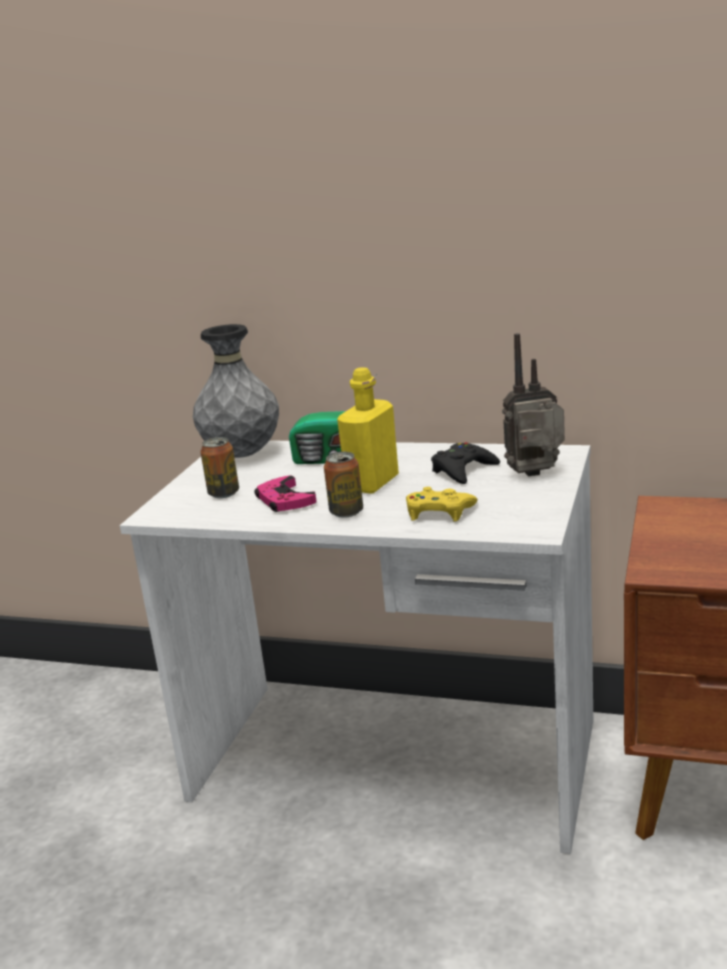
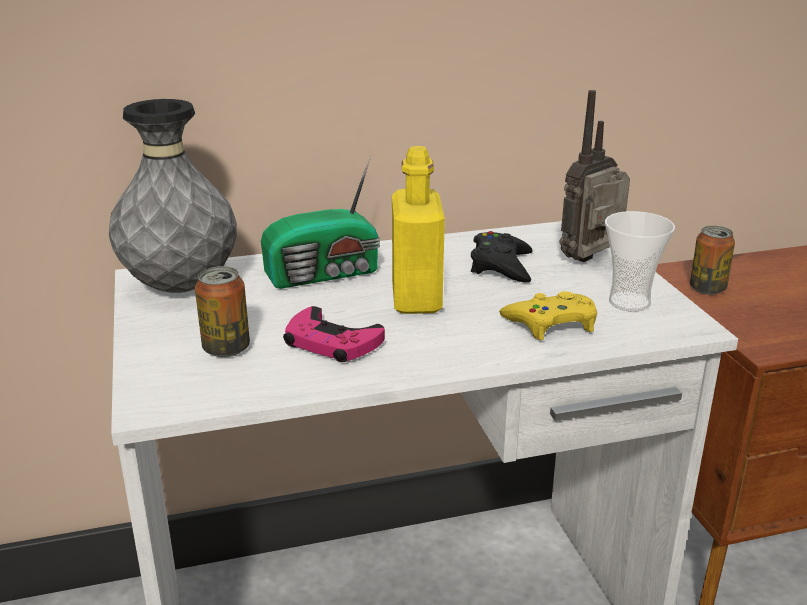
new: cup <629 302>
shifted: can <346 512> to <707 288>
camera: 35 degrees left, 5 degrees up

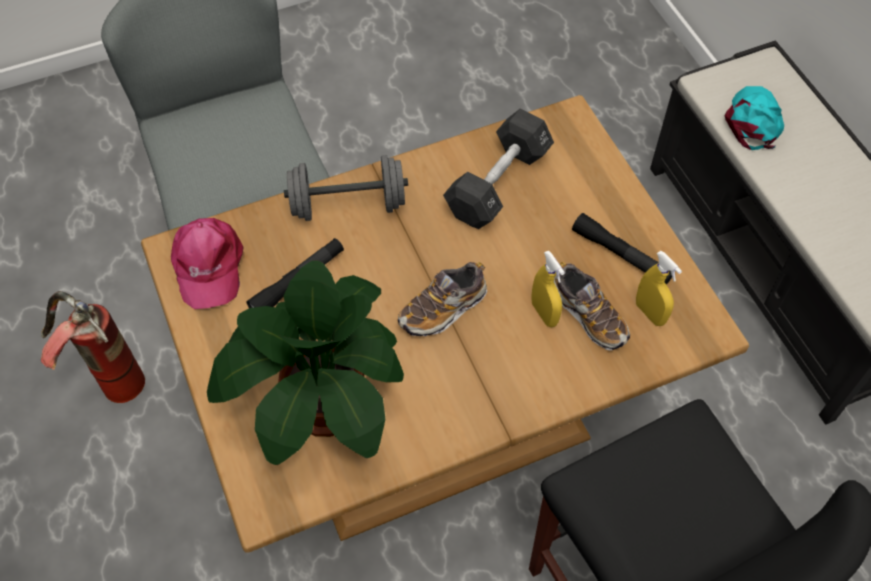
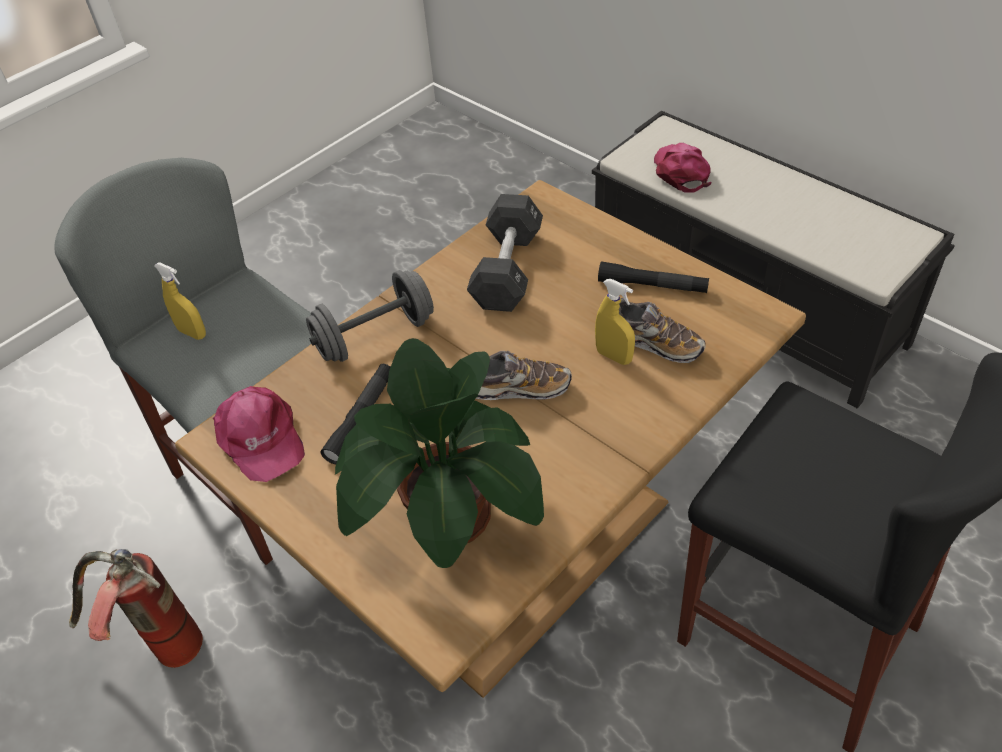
shifted: spray bottle (yellow) <650 313> to <192 333>
repainted: cap (turquoise) <754 121> to cap (pink) <681 171>
rotated: shoe <443 309> = <518 388> 120 degrees counterclockwise
camera: 20 degrees left, 10 degrees down

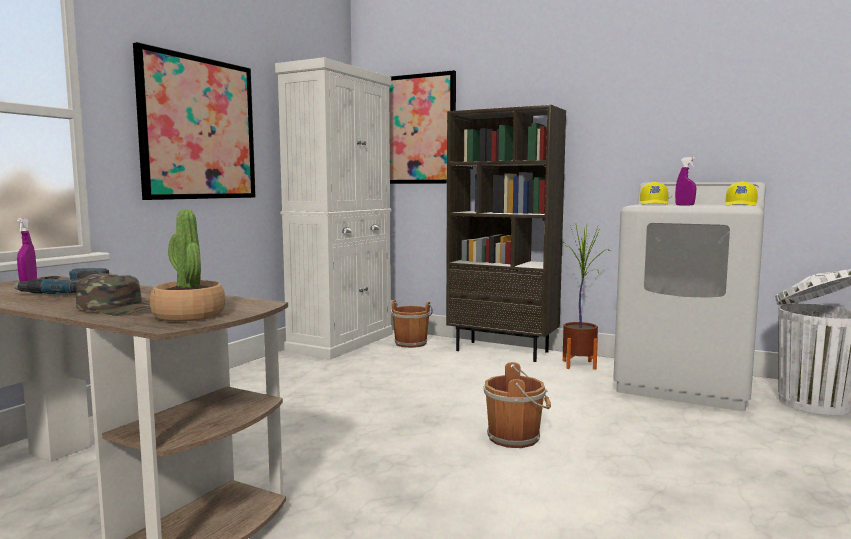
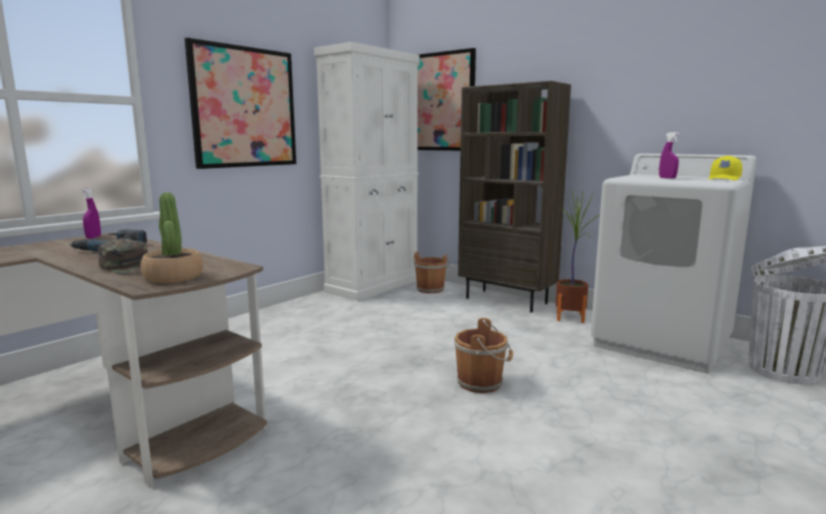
gone: cap (yellow) <654 204>
camera: 10 degrees right, 5 degrees up

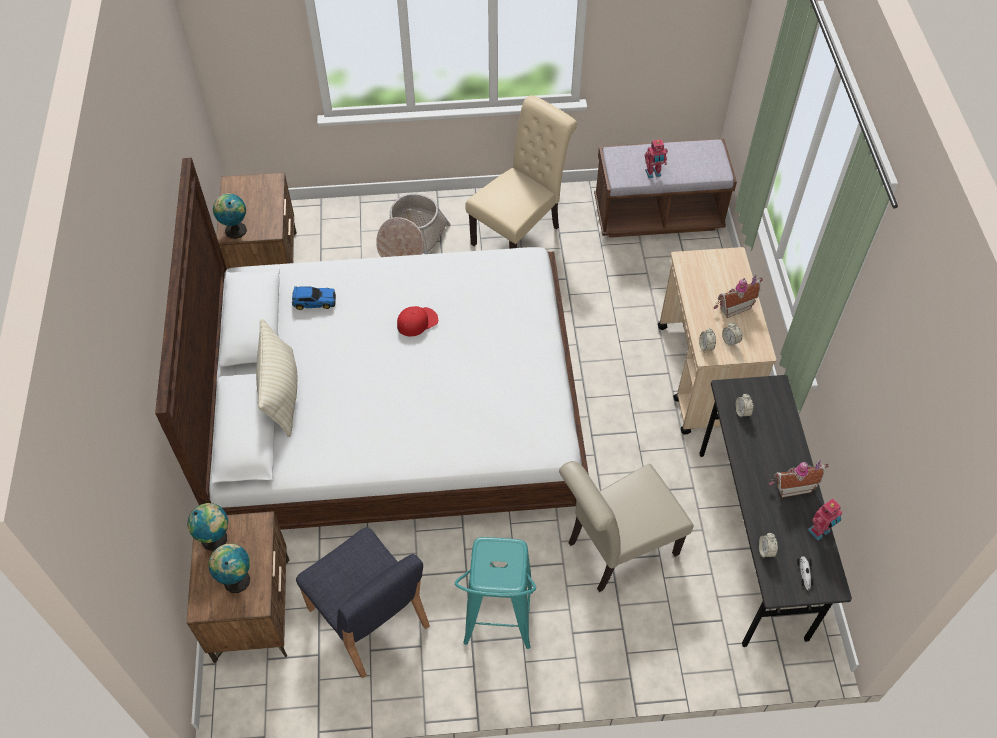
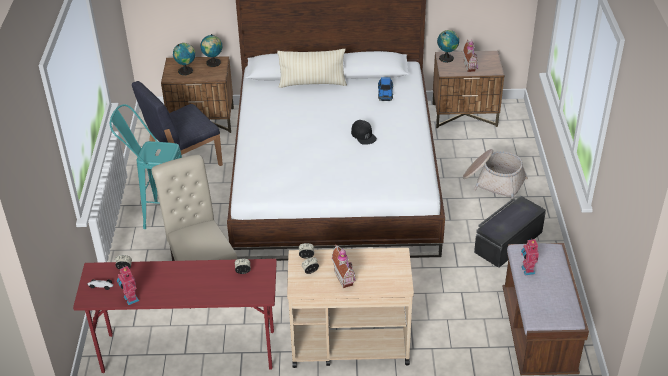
shifted: toy house <792 486> to <471 66>
swapped: chair (beige) <520 233> to storage box (black) <507 242>
repainted: cap (red) <417 322> to cap (black) <363 135>; desk (grey) <752 543> to desk (red) <188 352>
camera: 95 degrees right, 15 degrees down

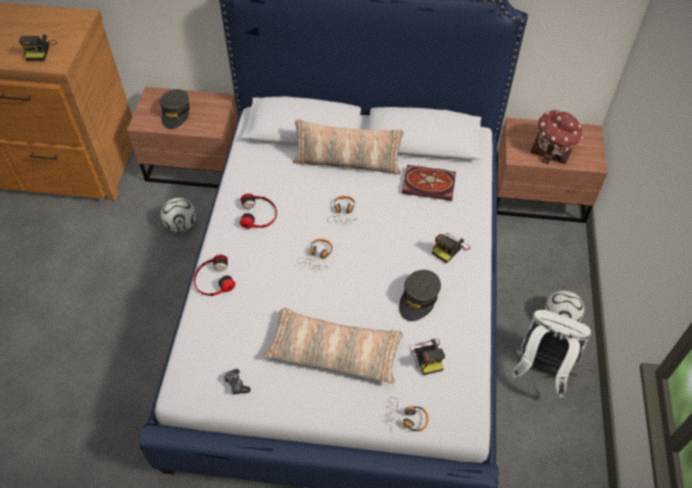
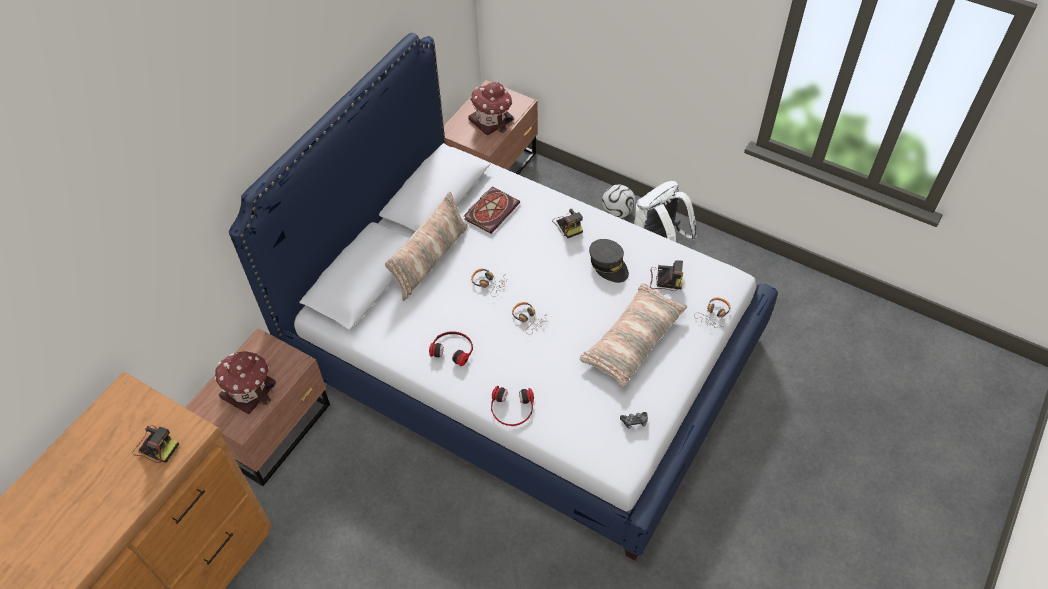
gone: football <181 225>
swapped: cap (grey) <176 113> to toy house <249 390>
camera: 65 degrees left, 0 degrees up

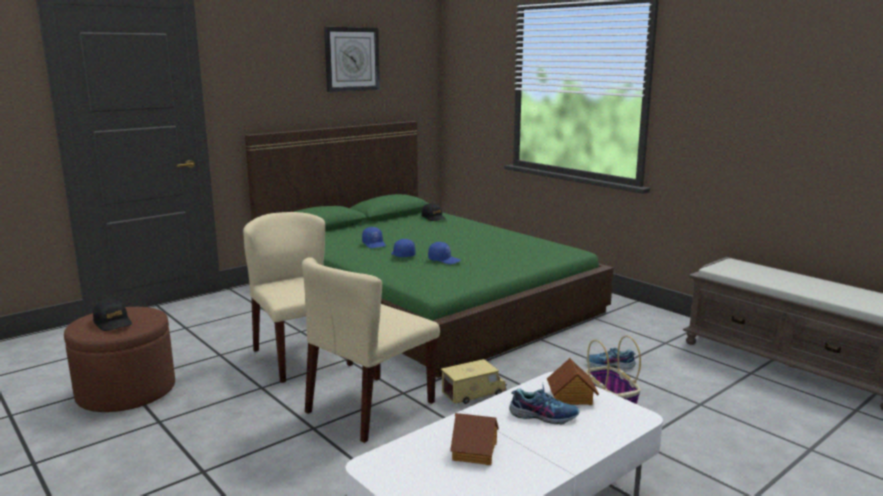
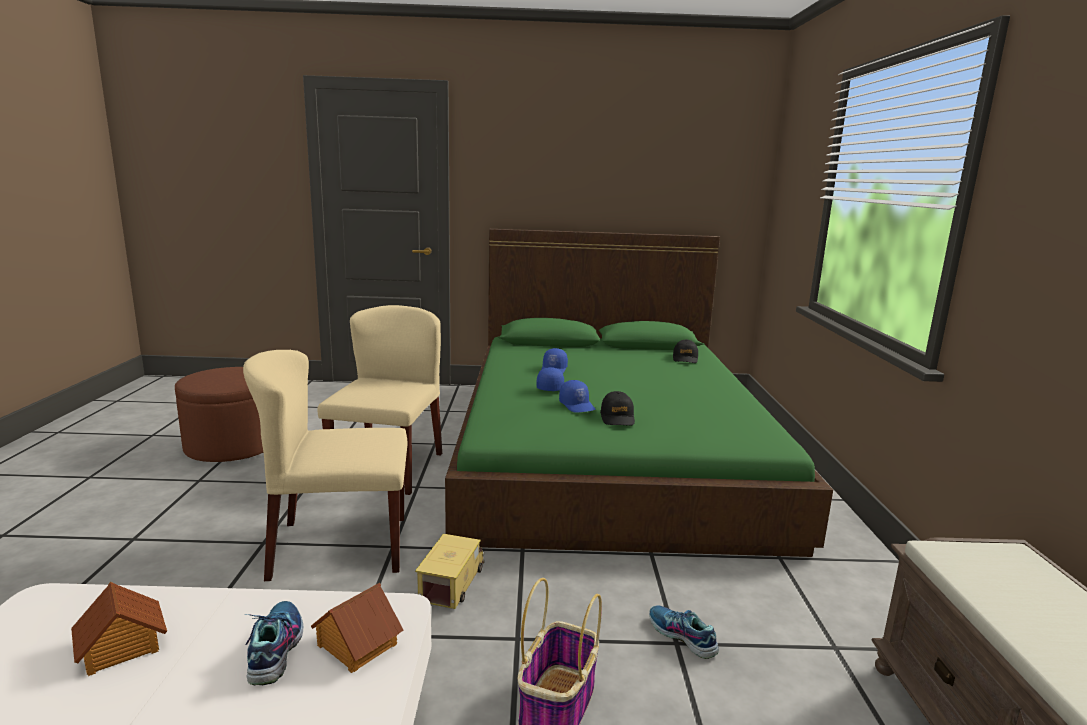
gone: wall clock <351 59>
shifted: cap (black) <113 322> to <617 417>
rotated: toy truck <473 393> = <451 584> 90 degrees counterclockwise; shoe <543 415> = <274 649> 150 degrees counterclockwise
camera: 40 degrees right, 0 degrees up

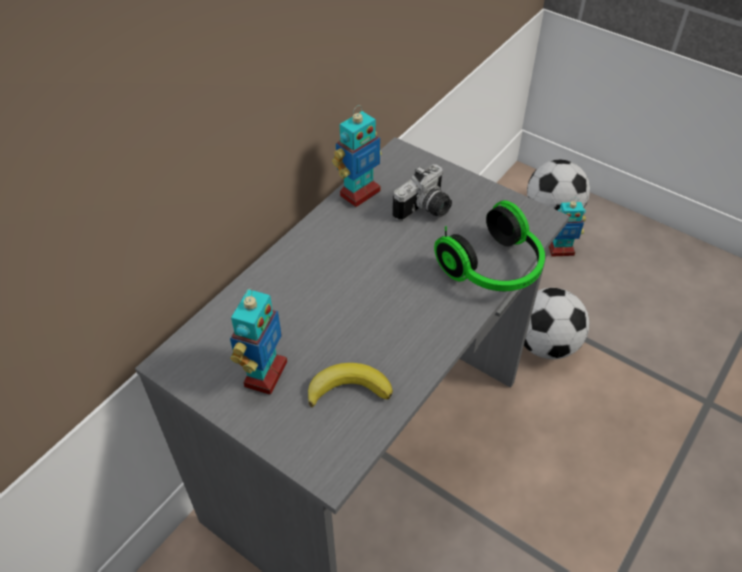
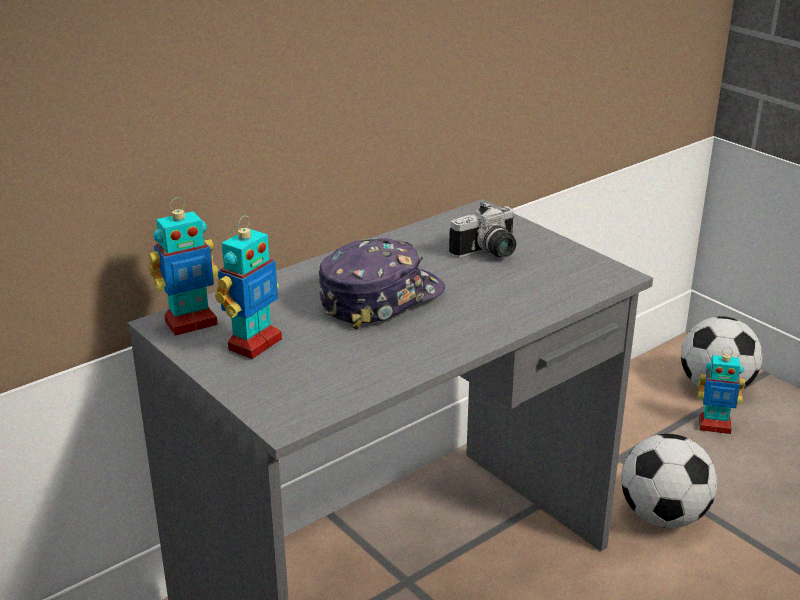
gone: headphones <494 269>; banana <348 388>
new: cap <380 298>
shifted: toy robot <359 193> to <190 323>
camera: 15 degrees right, 20 degrees down

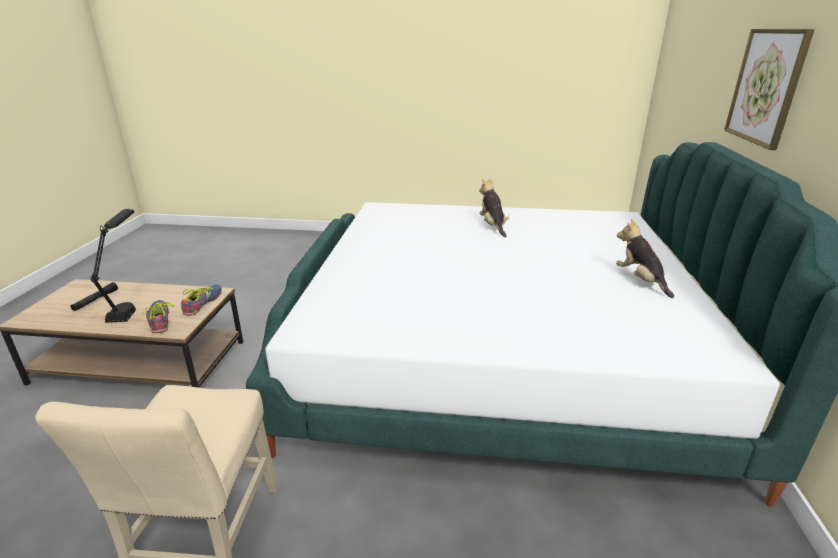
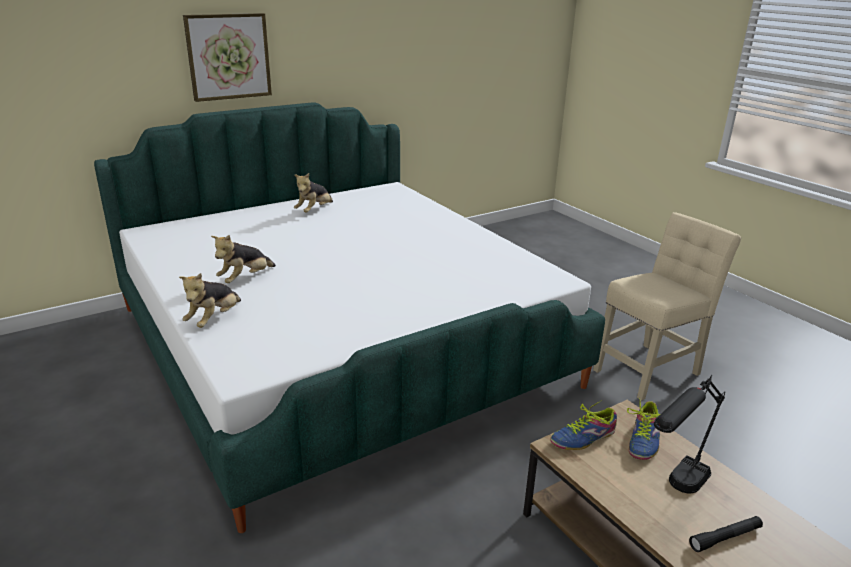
new: plush toy <214 319>
camera: 130 degrees left, 0 degrees up

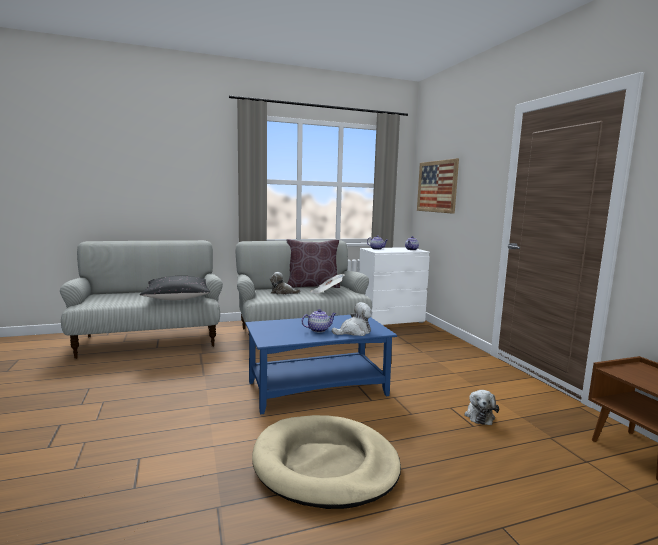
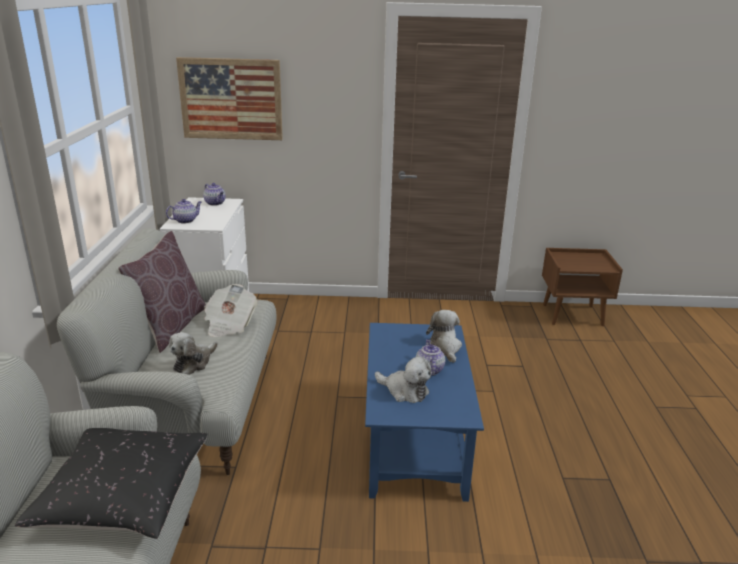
gone: dog bed (beige) <325 465>
shifted: plush toy <479 415> to <404 391>
camera: 70 degrees left, 15 degrees up

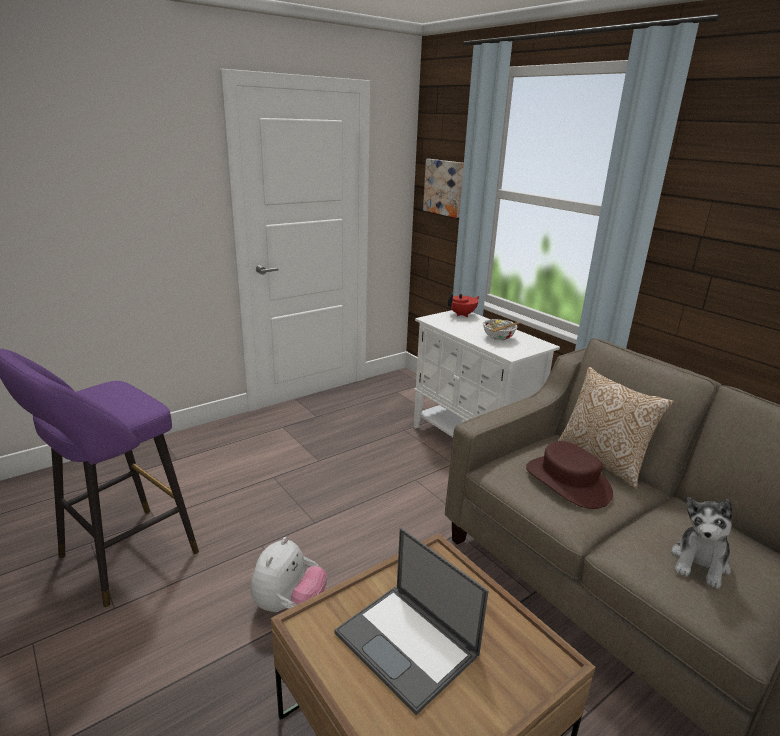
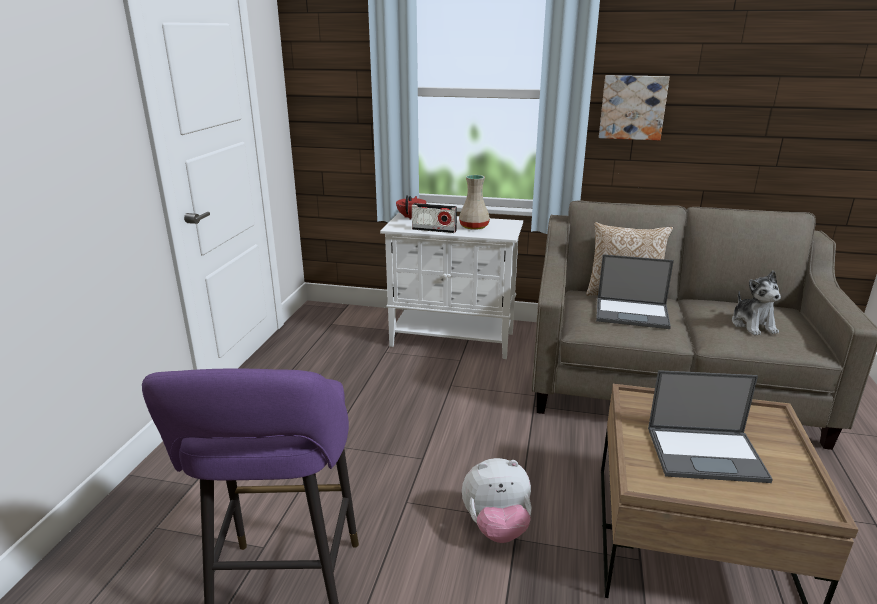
new: radio <434 230>
shifted: picture <445 187> to <632 107>
swapped: bowl <498 338> to vase (beige) <474 226>; hat (brown) <568 481> to laptop <633 313>
rotated: plush toy <289 604> = <496 527> 105 degrees clockwise
camera: 40 degrees left, 0 degrees up

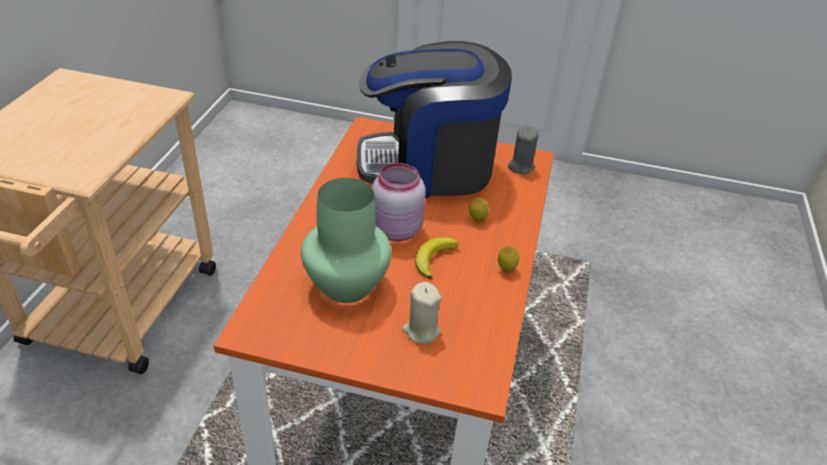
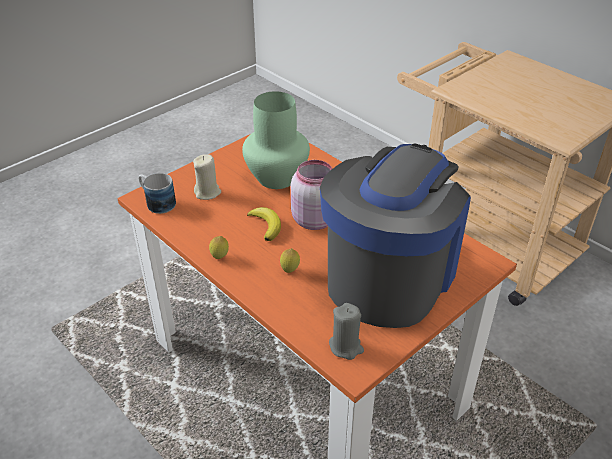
new: mug <156 202>
camera: 125 degrees right, 0 degrees up

